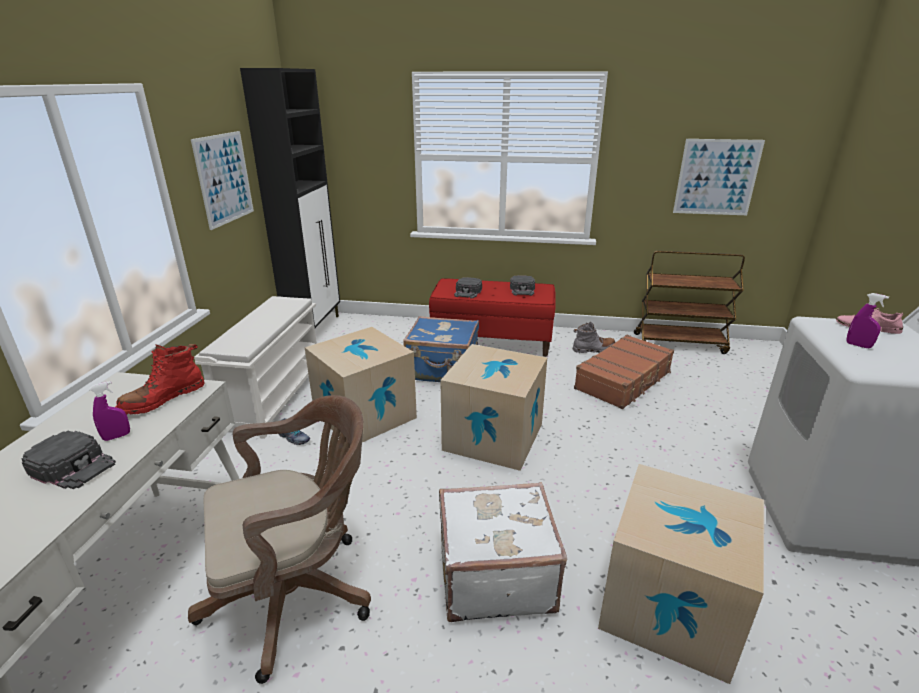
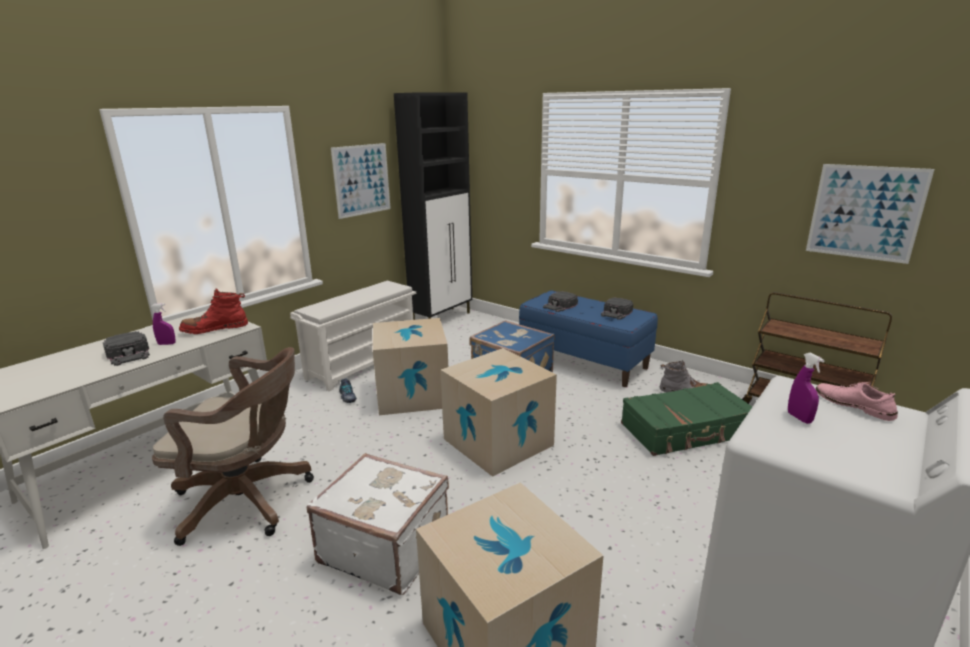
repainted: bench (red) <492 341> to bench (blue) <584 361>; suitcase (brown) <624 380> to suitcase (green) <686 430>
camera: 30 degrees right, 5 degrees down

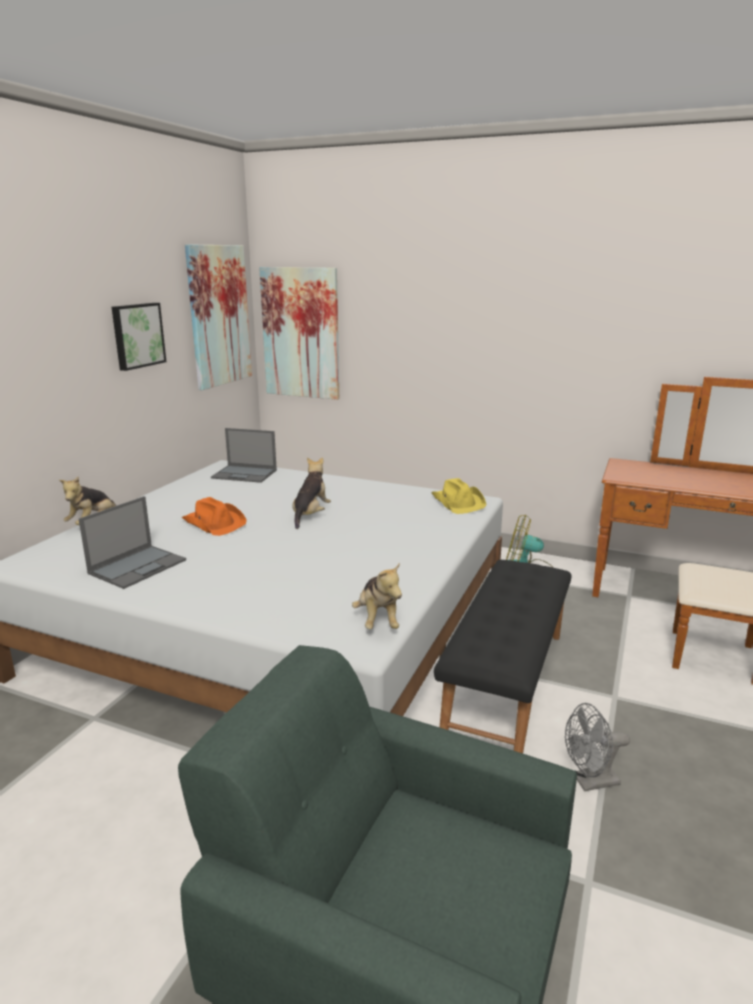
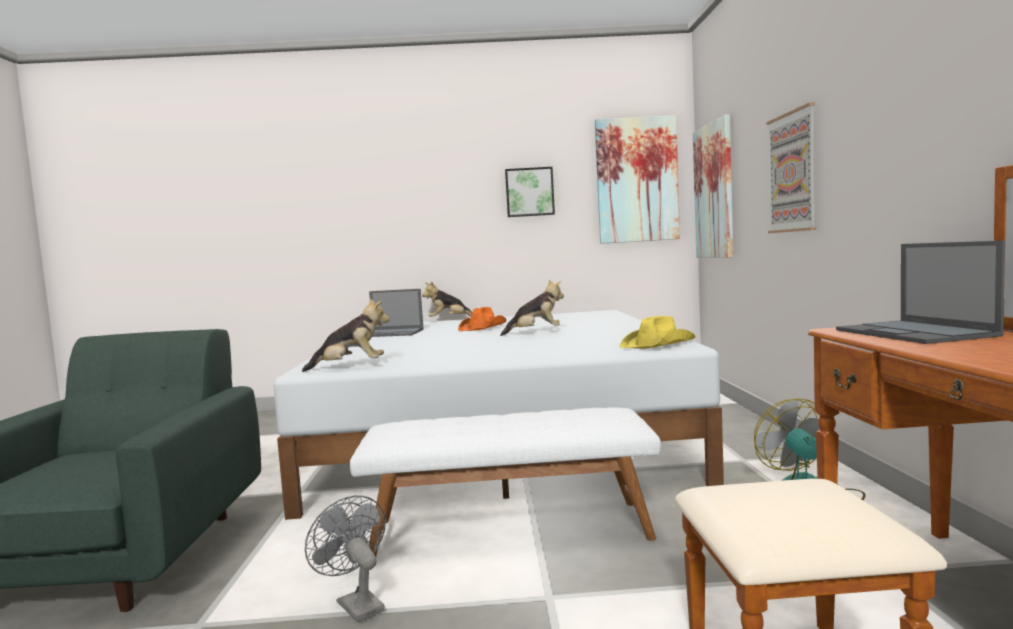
new: picture <792 172>
shifted: laptop <245 474> to <915 333>
repainted: bench (black) <504 683> to bench (white) <510 529>
rotated: plush toy <377 620> = <350 367> 150 degrees counterclockwise
camera: 65 degrees right, 15 degrees down

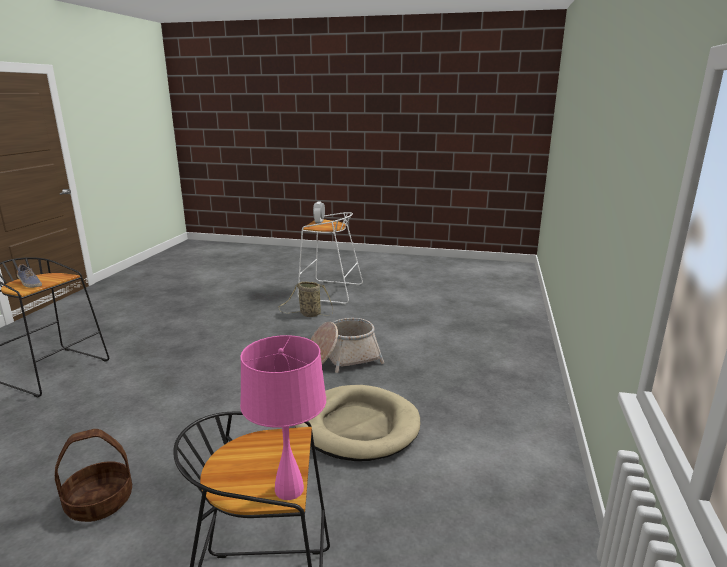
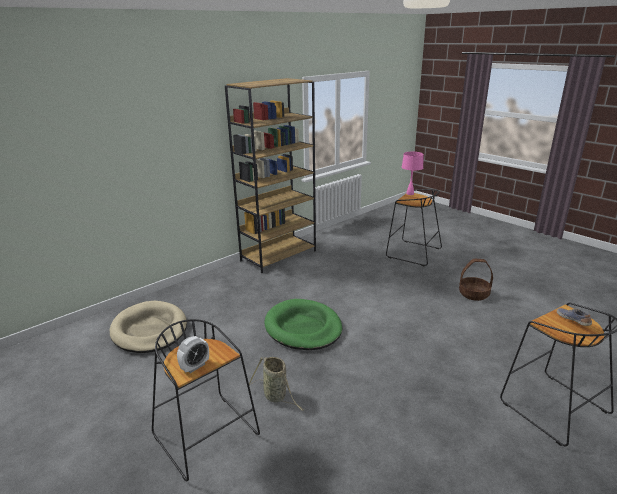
new: bookcase (brown) <279 255>
shifted: dog bed (beige) <357 426> to <150 330>
swapped: basket <342 358> to dog bed (green) <303 327>
repainted: stool (white) <329 292> to stool (black) <208 436>
camera: 145 degrees left, 5 degrees up

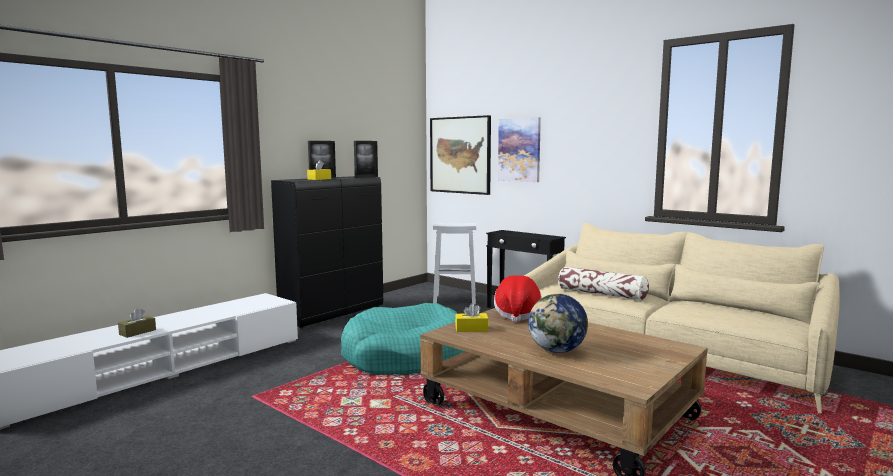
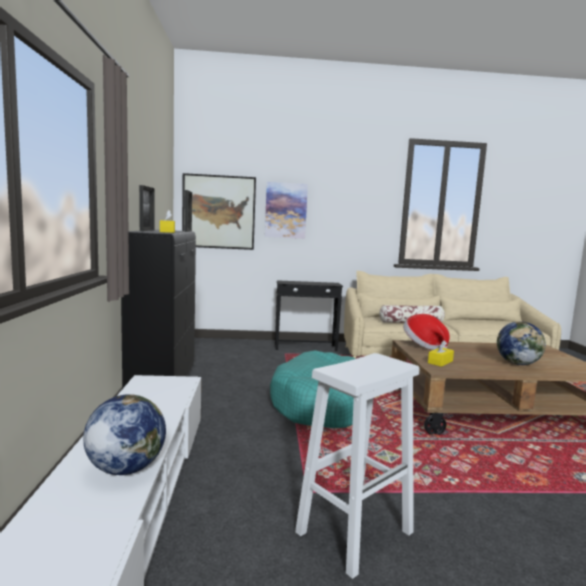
shifted: stool (white) <455 299> to <355 531>
swapped: tissue box (brown) <137 332> to globe <126 468>
camera: 45 degrees left, 0 degrees up

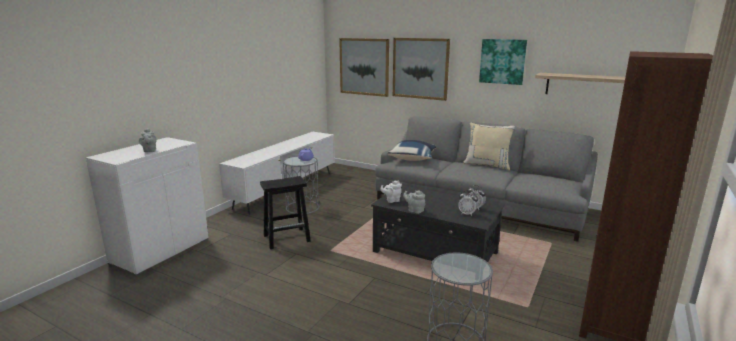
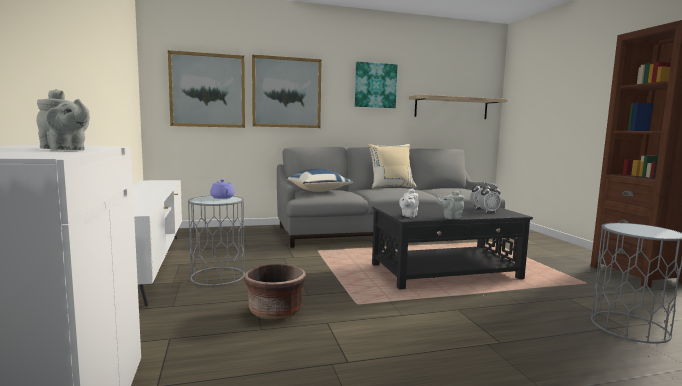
swapped: stool (black) <287 238> to planter (brown) <275 312>
camera: 45 degrees left, 10 degrees down

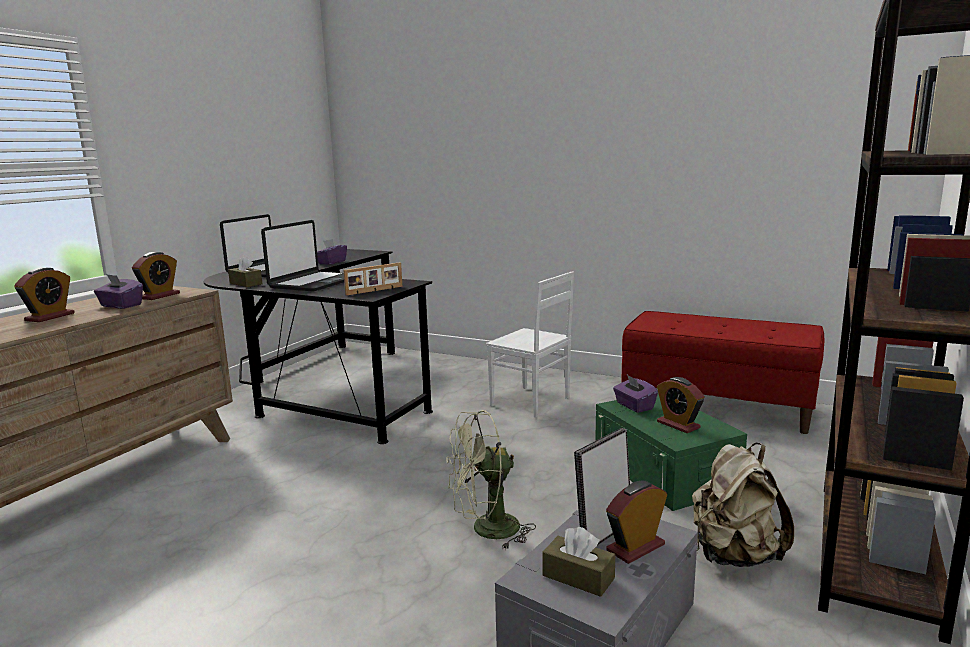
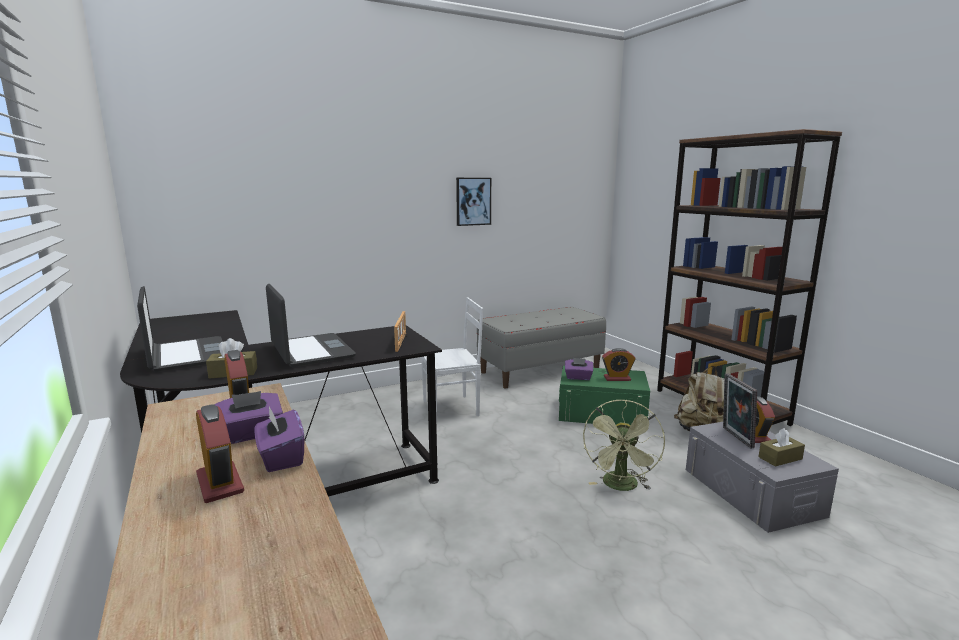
new: picture <473 201>
shifted: tissue box (purple) <331 262> to <281 457>
repainted: bench (red) <717 406> to bench (grey) <540 370>
camera: 55 degrees left, 0 degrees up

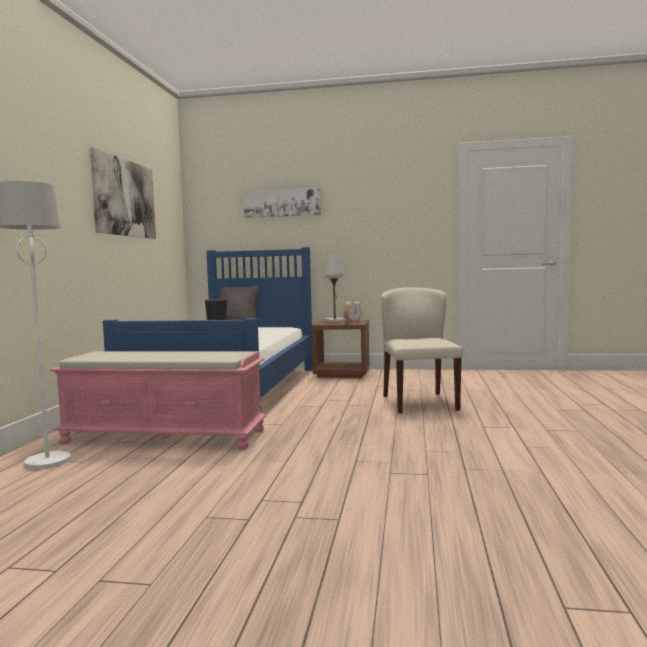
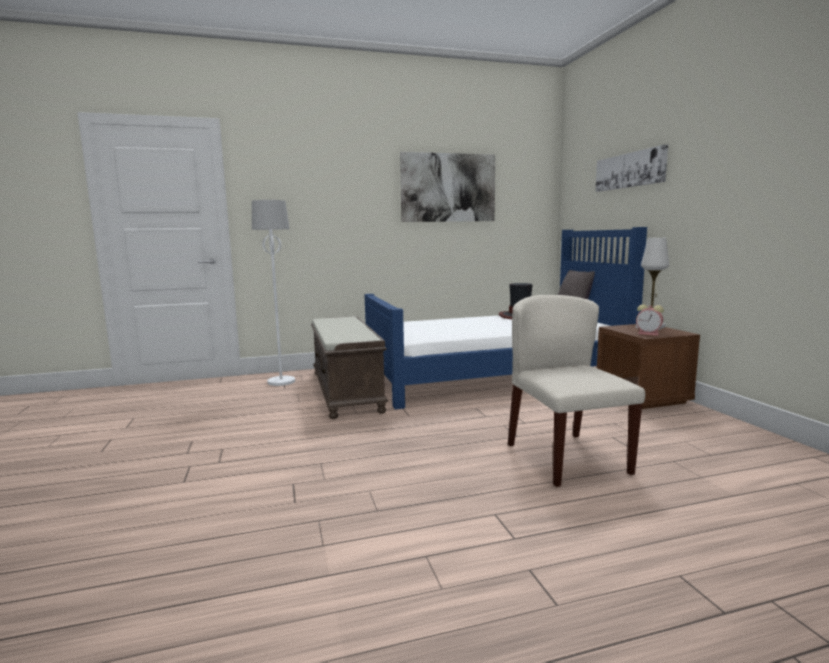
repainted: bench (pink) <166 436> to bench (brown) <347 391>
rotated: chair (beige) <419 402> = <566 458> 75 degrees counterclockwise
camera: 65 degrees right, 5 degrees up

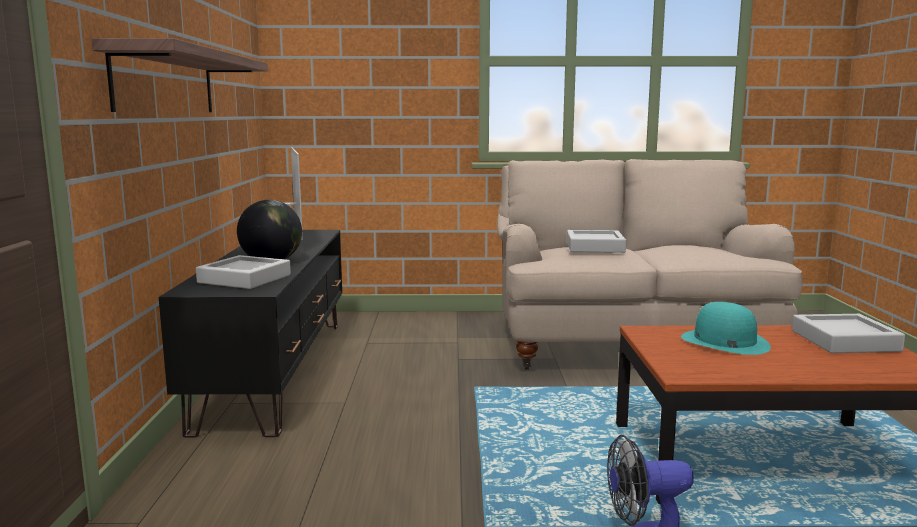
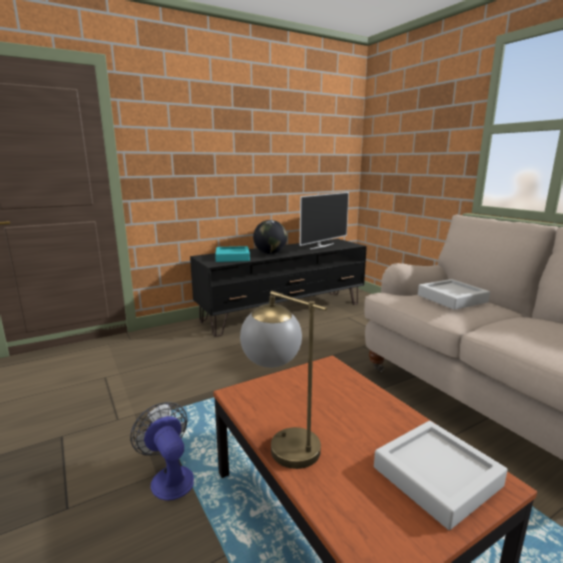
gone: shelf <166 82>; hat (turquoise) <724 341>
new: table lamp <281 442>
repainted: tray (grey) <244 279> to tray (turquoise) <232 257>
camera: 60 degrees right, 5 degrees up

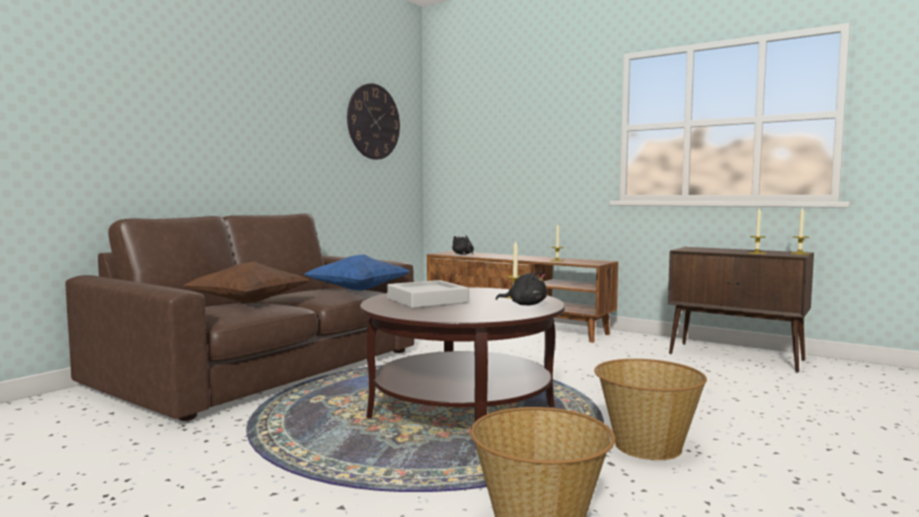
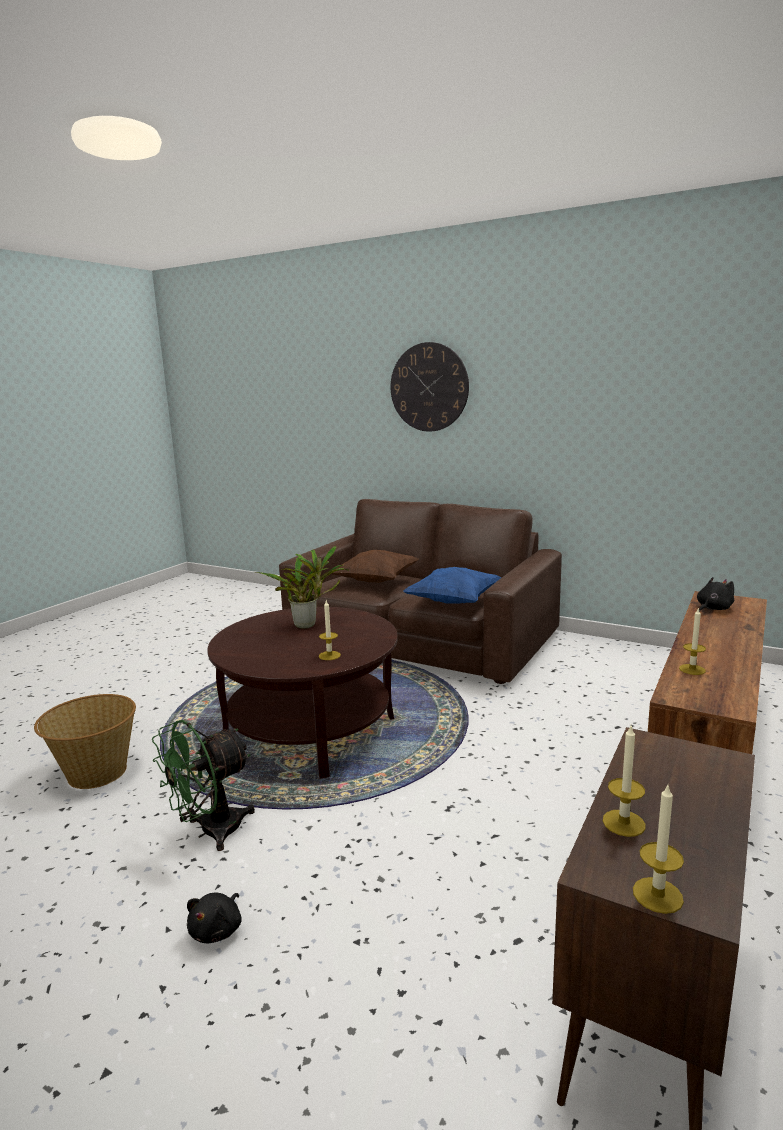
shifted: wall clock <373 122> to <429 387>; plush toy (black) <525 304> to <218 930>
swapped: tray (grey) <427 300> to potted plant <308 625>; basket <646 446> to fan (green) <210 832>
camera: 85 degrees right, 10 degrees up

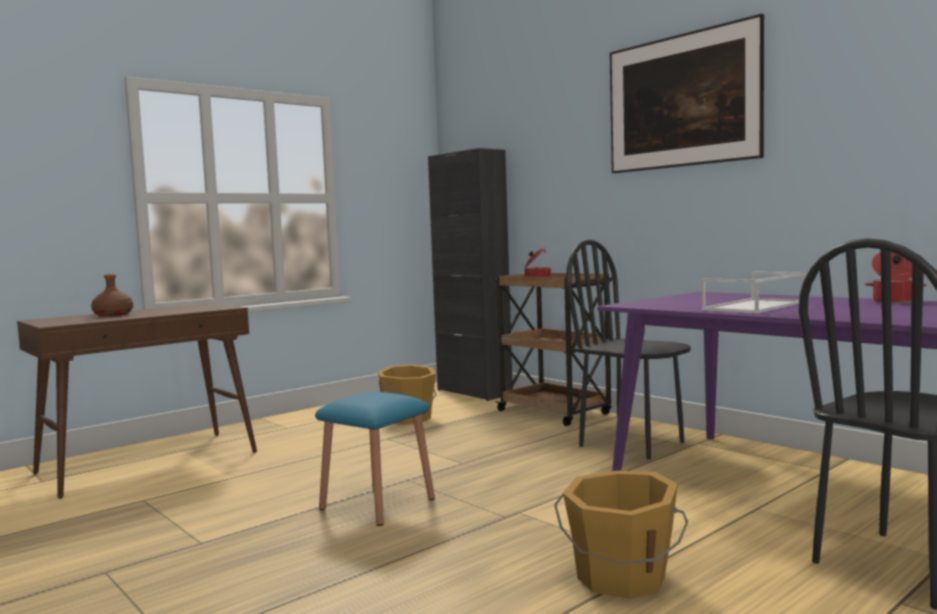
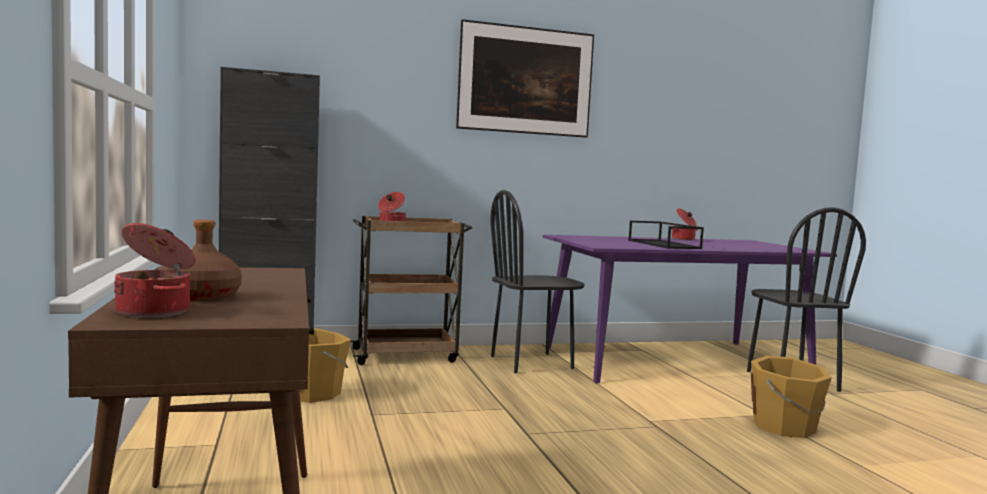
gone: stool (blue) <377 504>
new: cooking pot <155 311>
repainted: tray (white) <755 306> to tray (black) <664 244>
camera: 65 degrees left, 0 degrees up

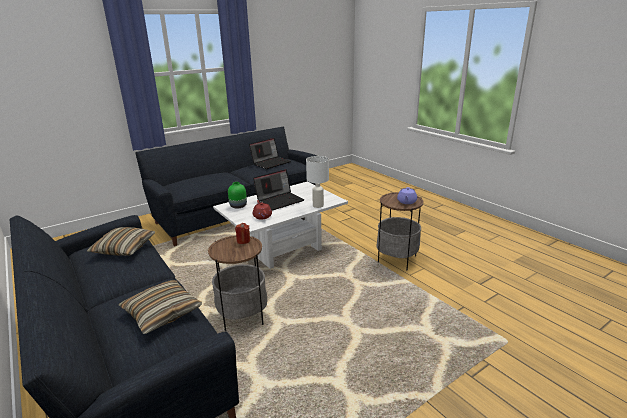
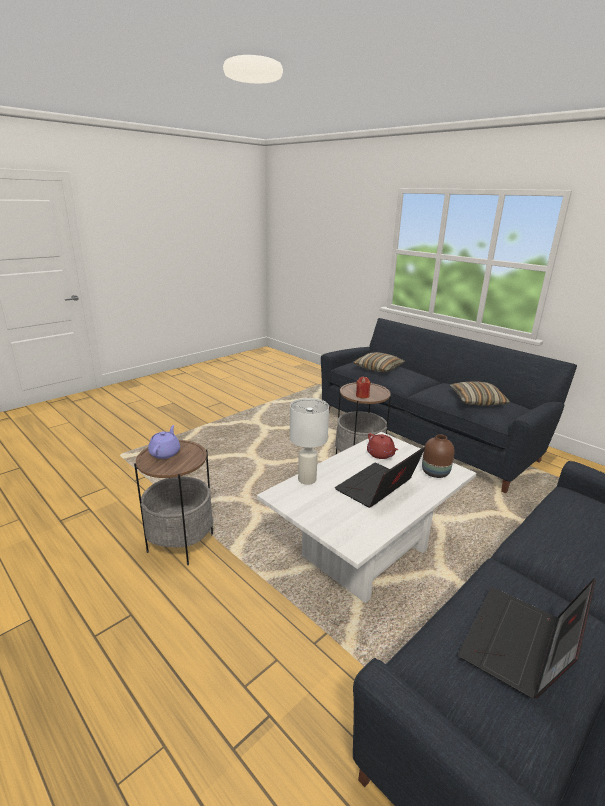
repainted: vase (green) <238 206> to vase (brown) <436 473>
camera: 170 degrees right, 0 degrees up

